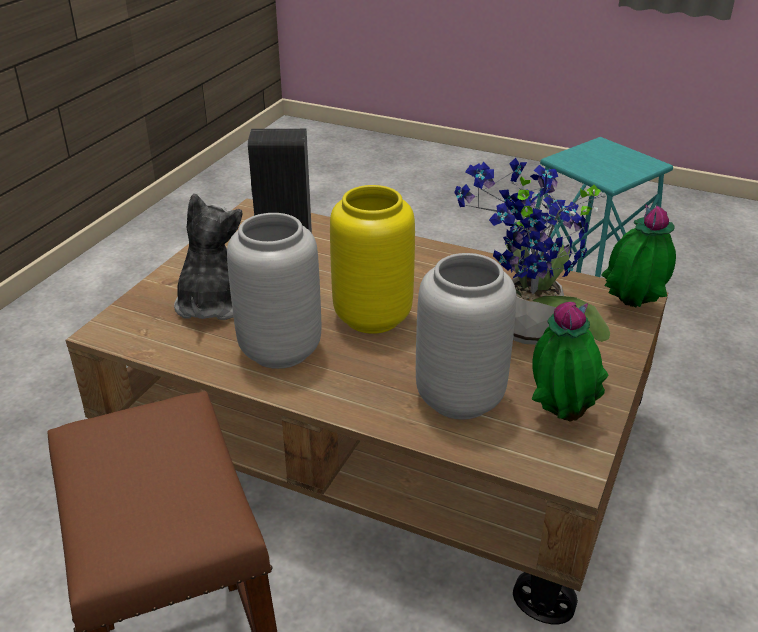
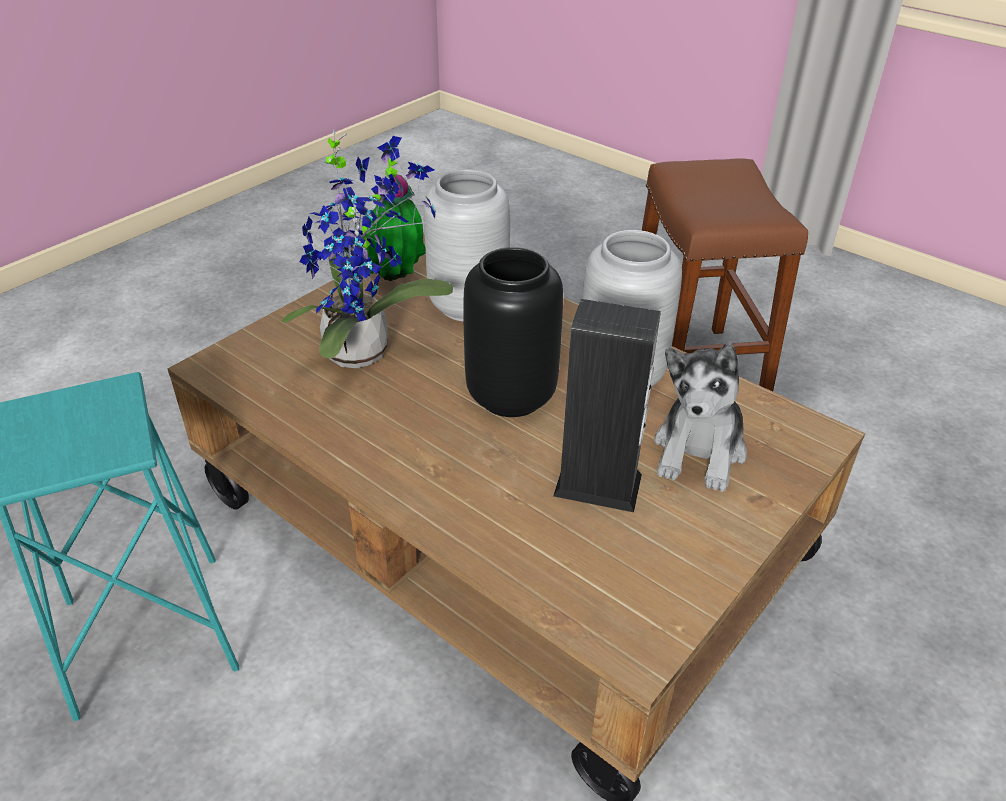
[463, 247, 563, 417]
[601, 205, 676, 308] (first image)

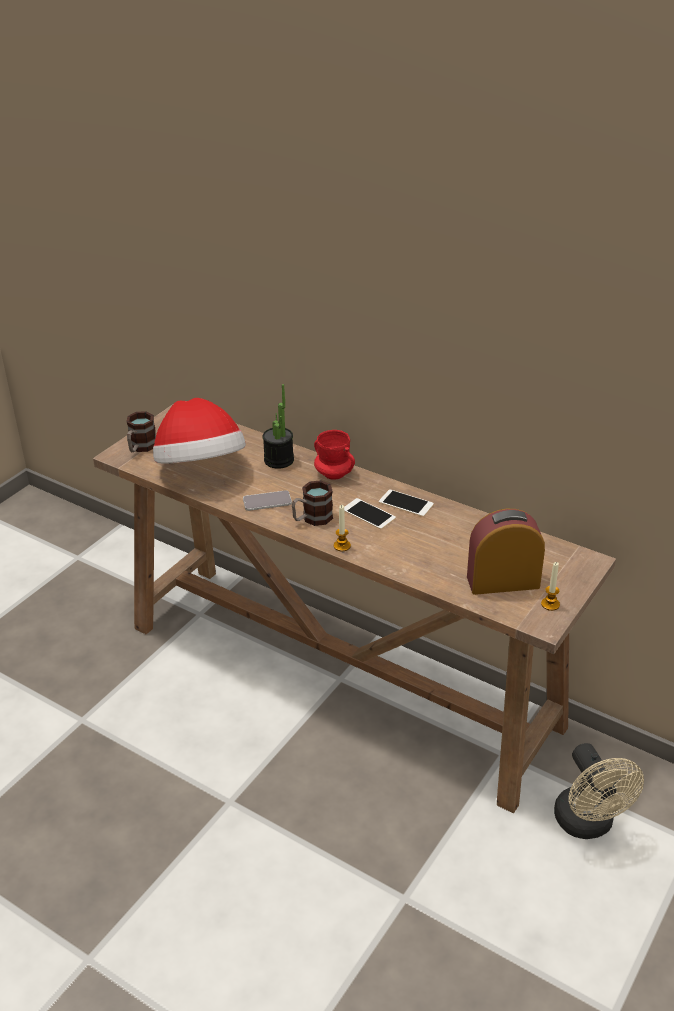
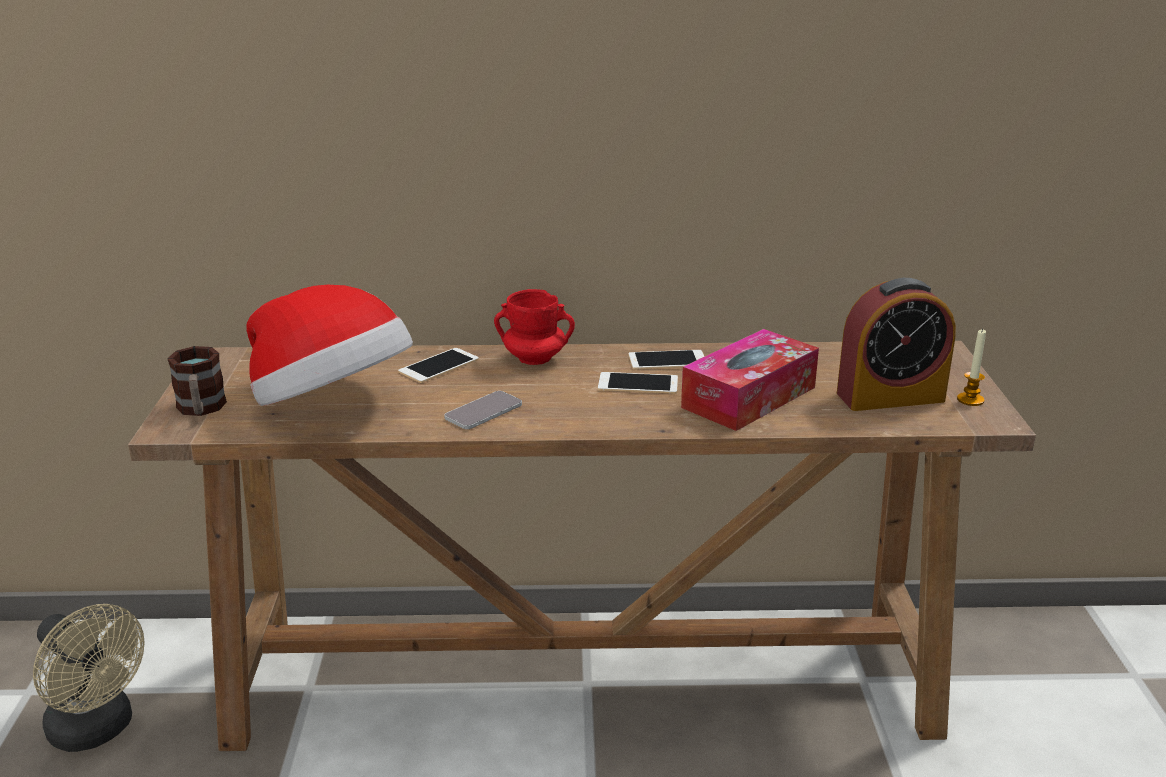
[398, 348, 479, 383]
[292, 480, 333, 526] (first image)
[334, 505, 351, 551] (first image)
[837, 278, 956, 411]
[33, 604, 144, 752]
[681, 329, 819, 431]

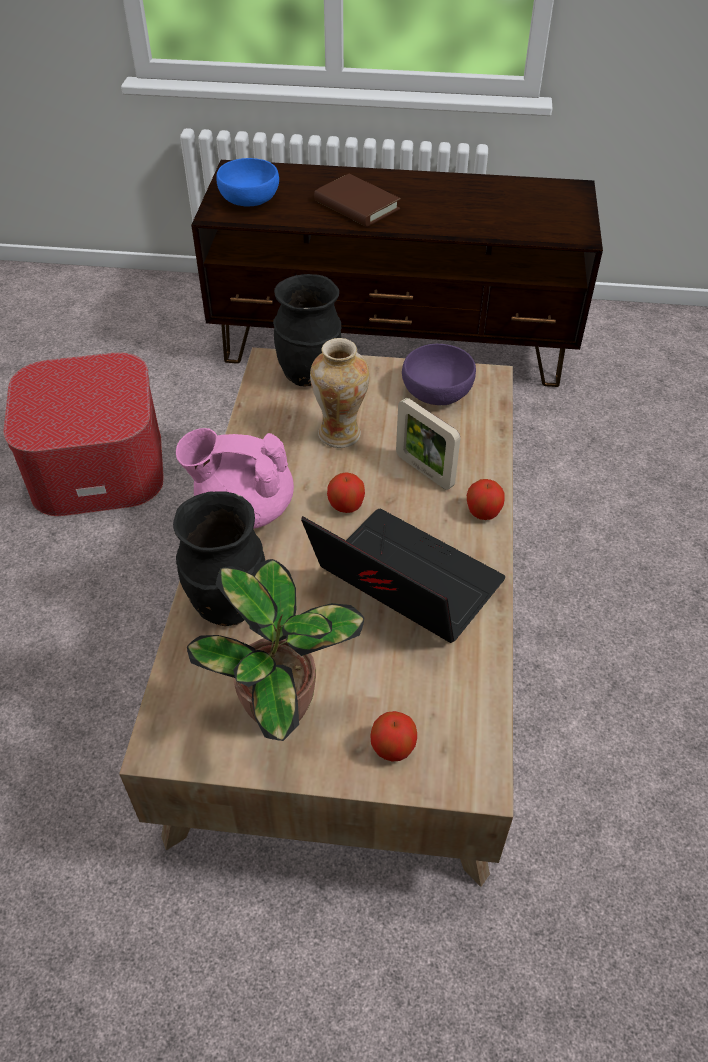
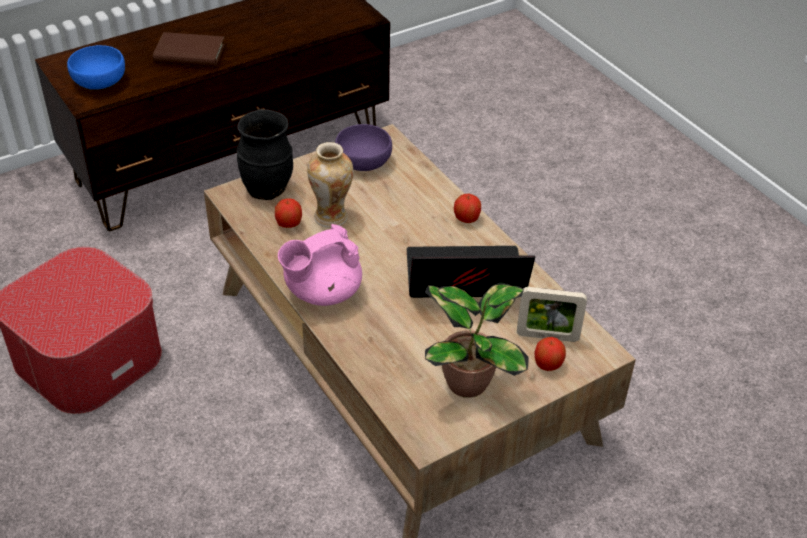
[173, 491, 265, 626] (first image)
[275, 198, 302, 228]
[517, 287, 587, 342]

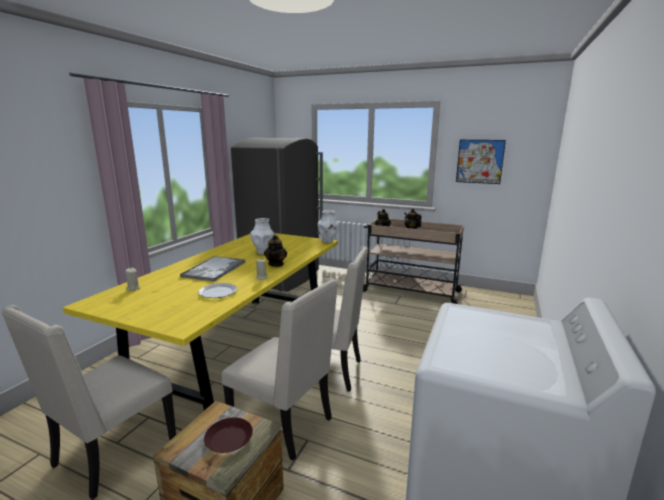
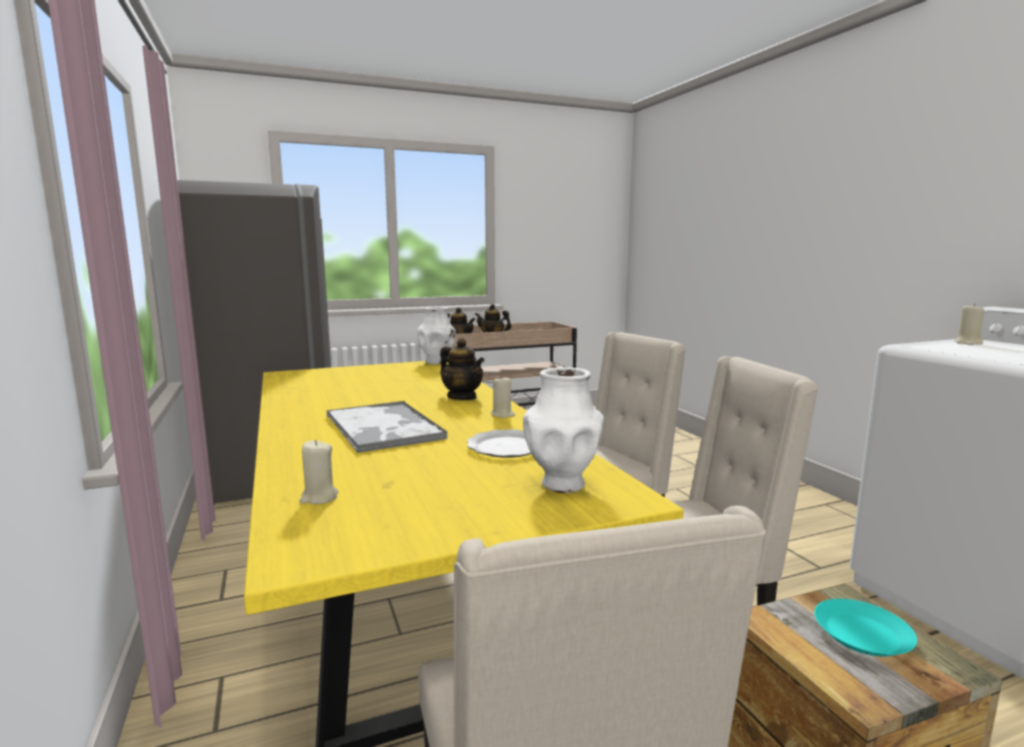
[814, 599, 917, 657]
[523, 367, 604, 493]
[456, 140, 506, 184] (first image)
[954, 304, 984, 345]

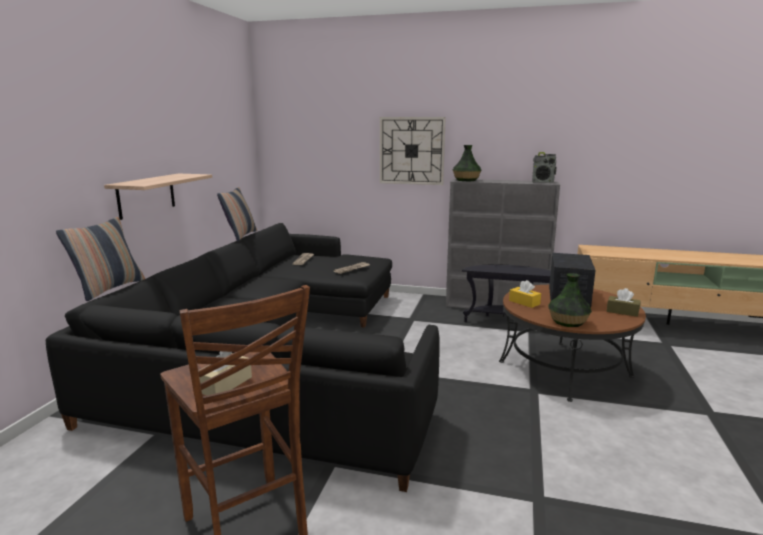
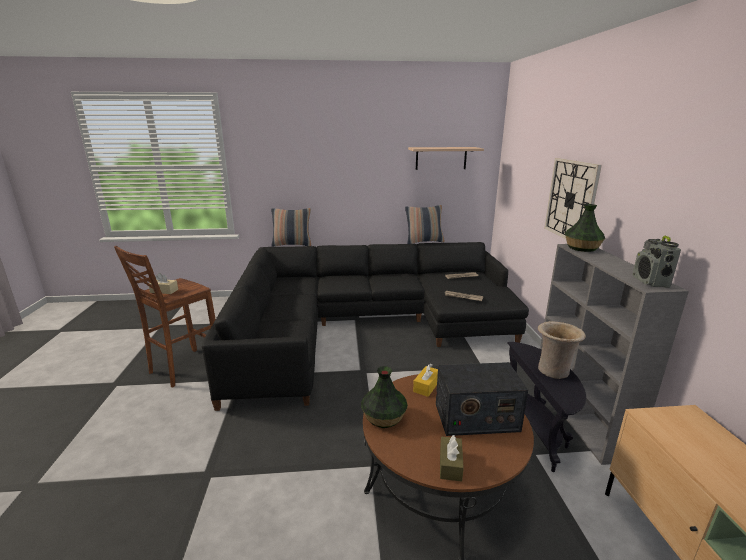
[408, 147, 484, 170]
[538, 321, 586, 379]

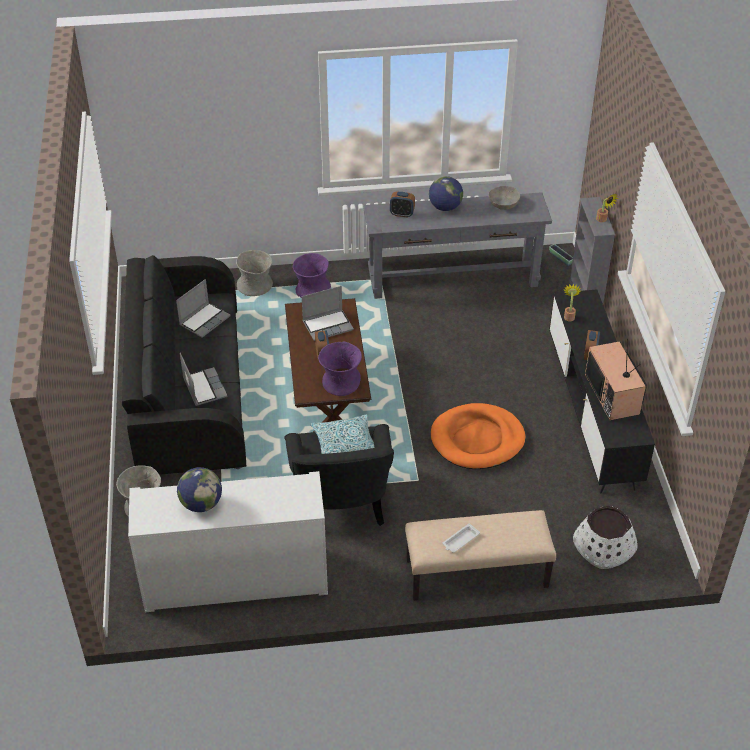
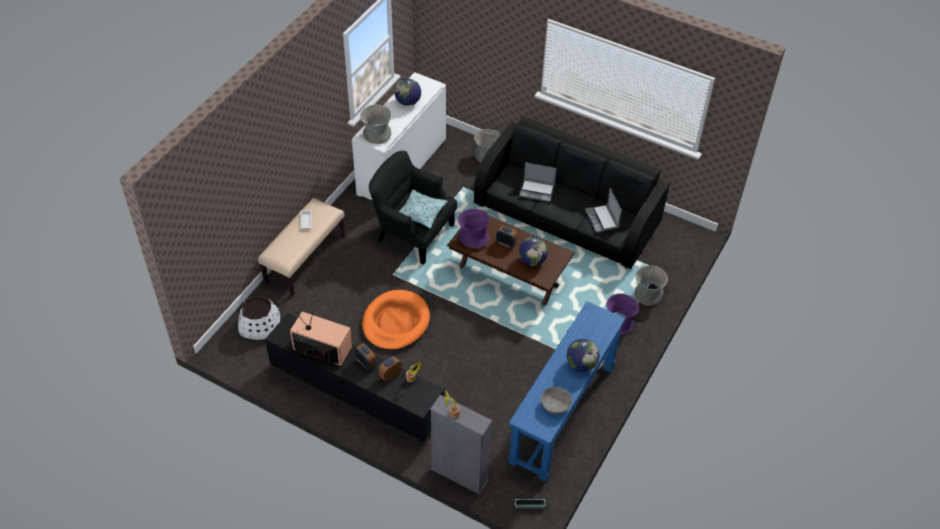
[519, 237, 548, 266]
[508, 301, 626, 482]
[378, 356, 401, 382]
[360, 104, 392, 144]

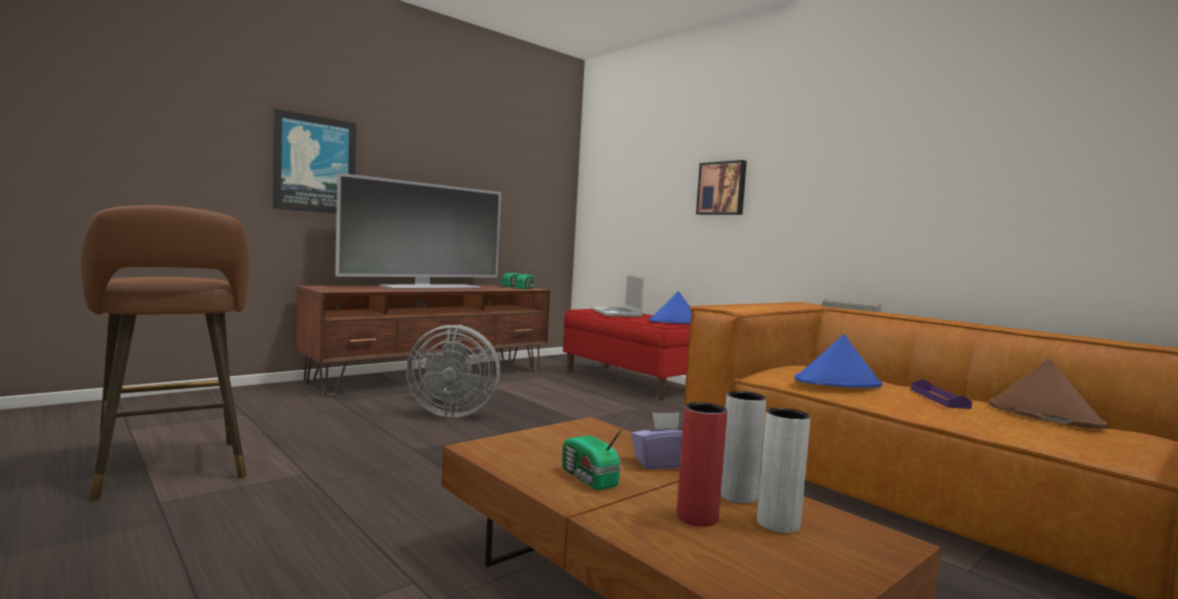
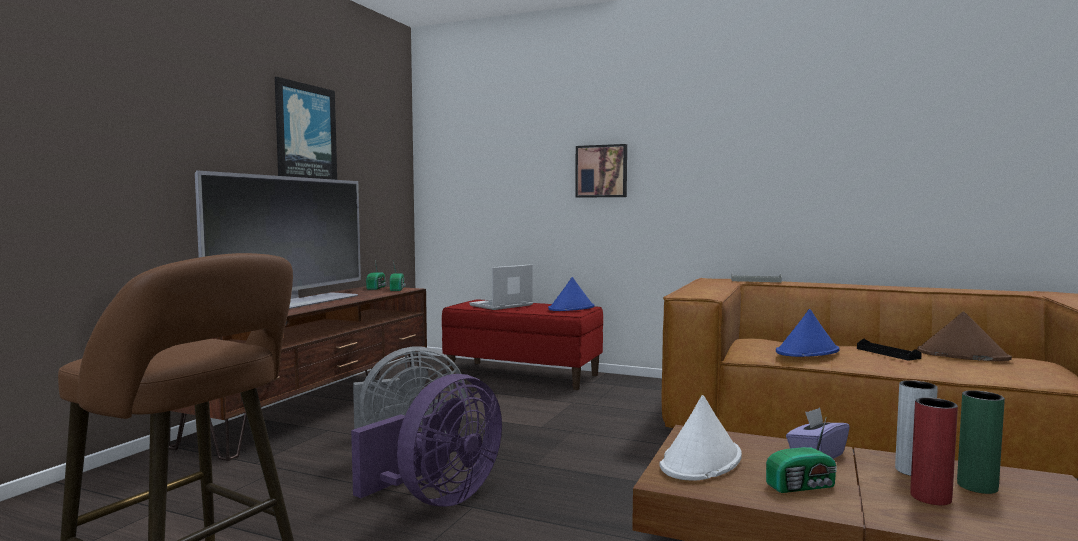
[275, 77, 337, 180]
[766, 418, 837, 493]
[469, 264, 533, 310]
[957, 390, 1005, 494]
[857, 338, 922, 361]
[351, 374, 502, 507]
[659, 395, 742, 481]

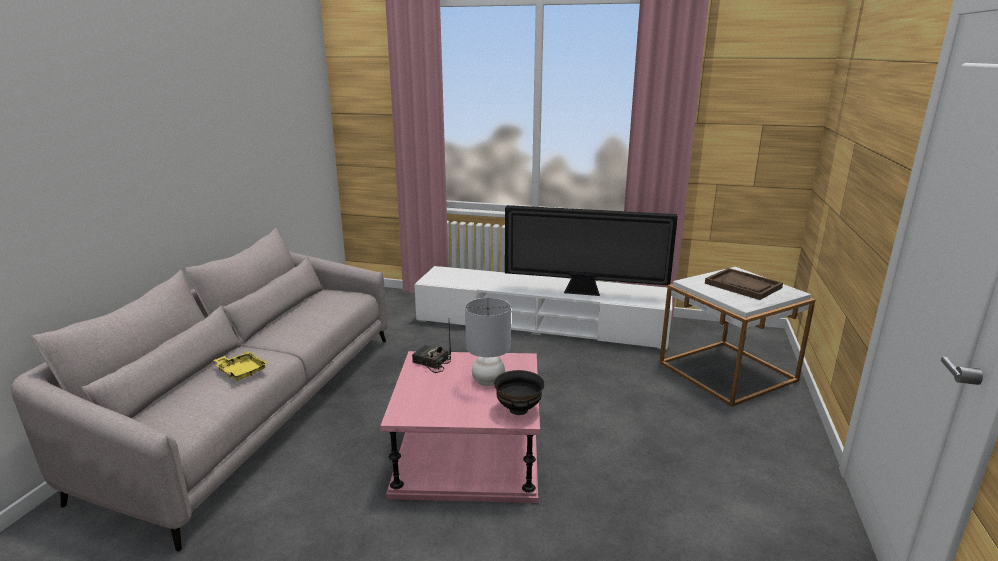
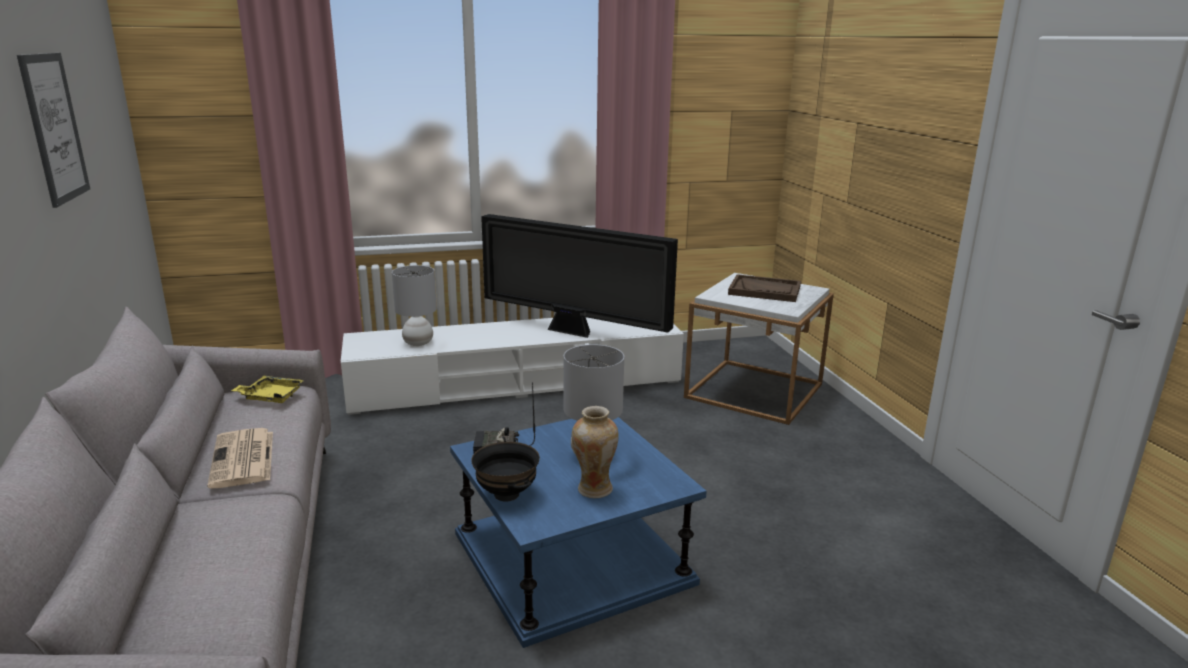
[231, 376, 304, 403]
[450, 417, 707, 648]
[471, 442, 540, 501]
[481, 214, 678, 338]
[17, 53, 90, 208]
[207, 428, 273, 489]
[392, 265, 437, 346]
[572, 406, 619, 498]

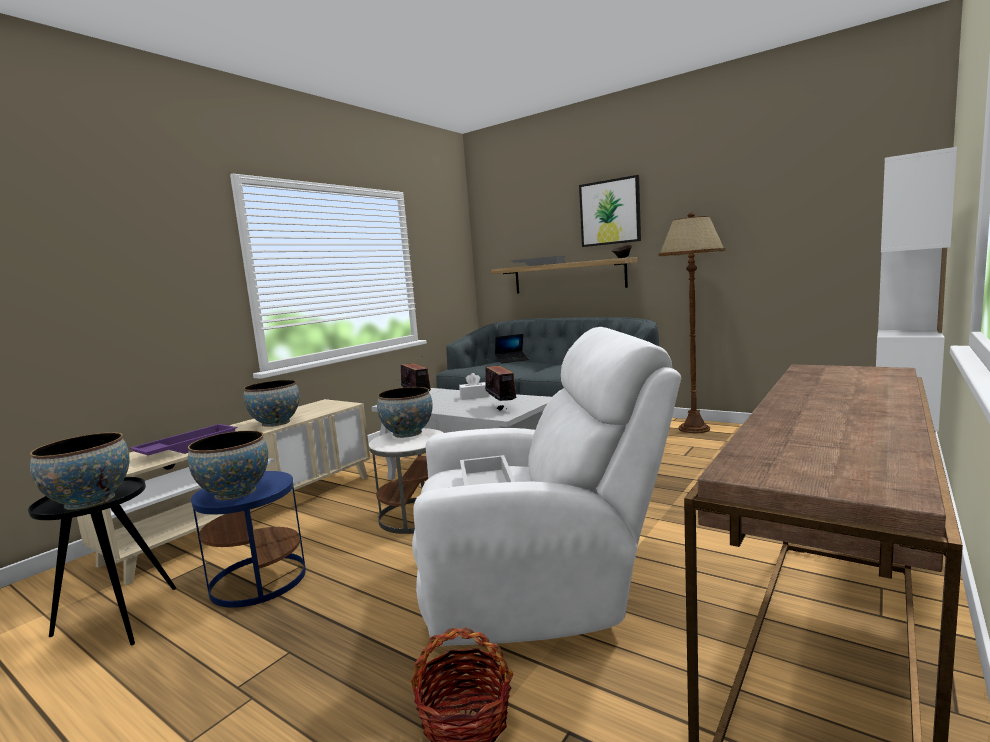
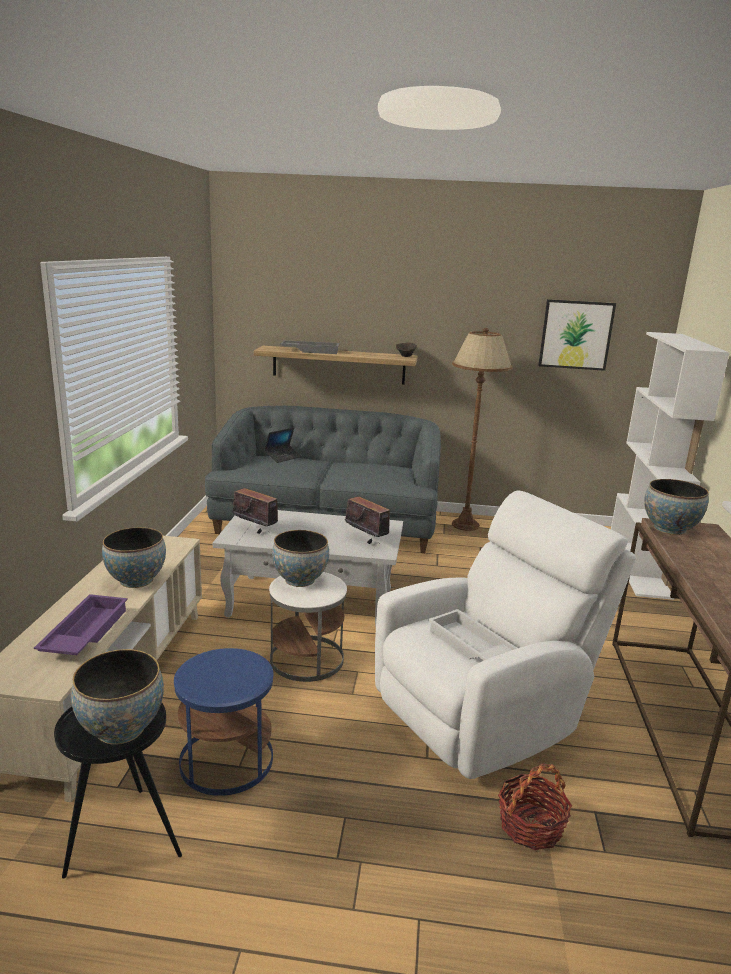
[644, 479, 709, 535]
[459, 373, 489, 400] (first image)
[538, 299, 616, 371]

